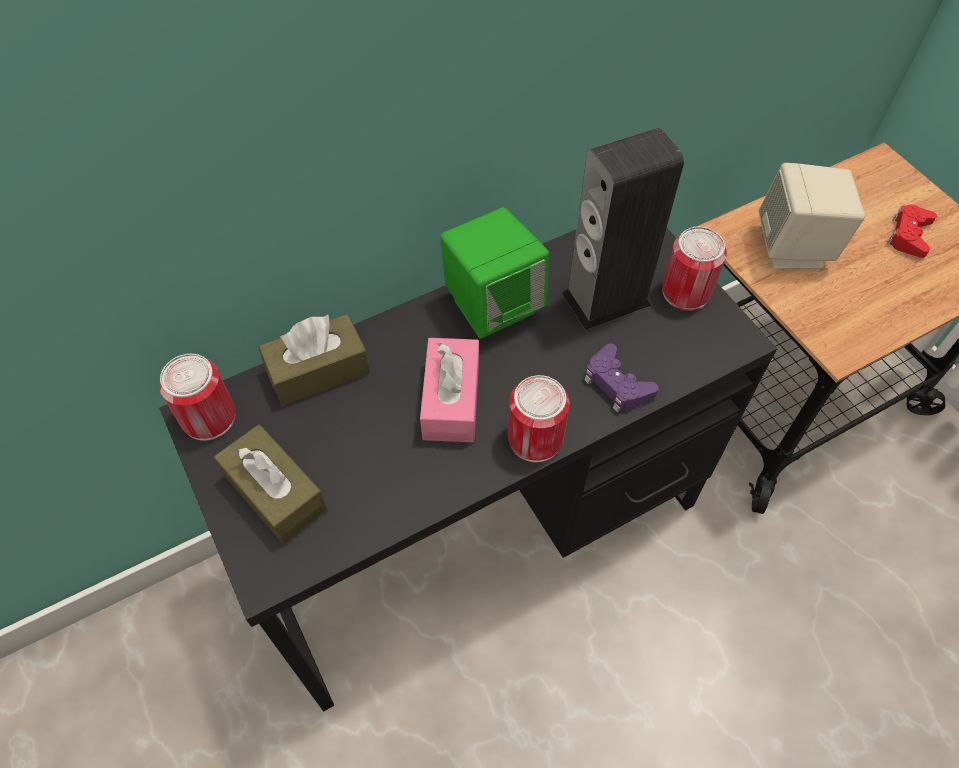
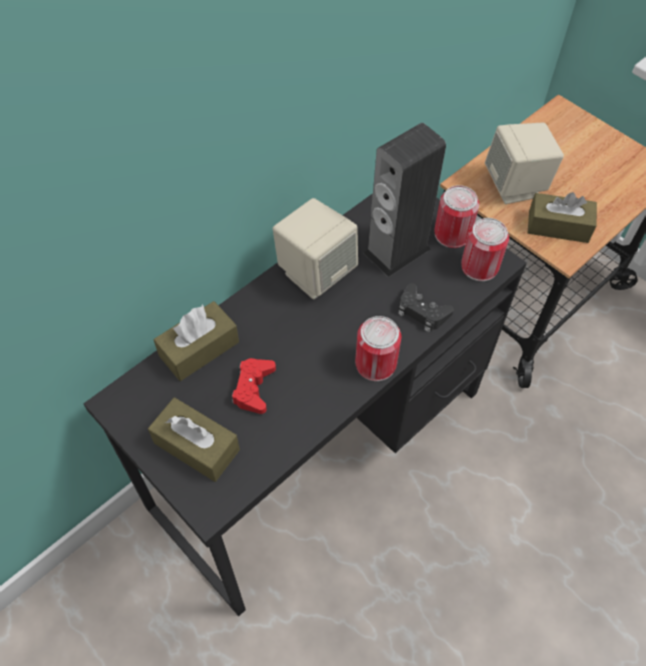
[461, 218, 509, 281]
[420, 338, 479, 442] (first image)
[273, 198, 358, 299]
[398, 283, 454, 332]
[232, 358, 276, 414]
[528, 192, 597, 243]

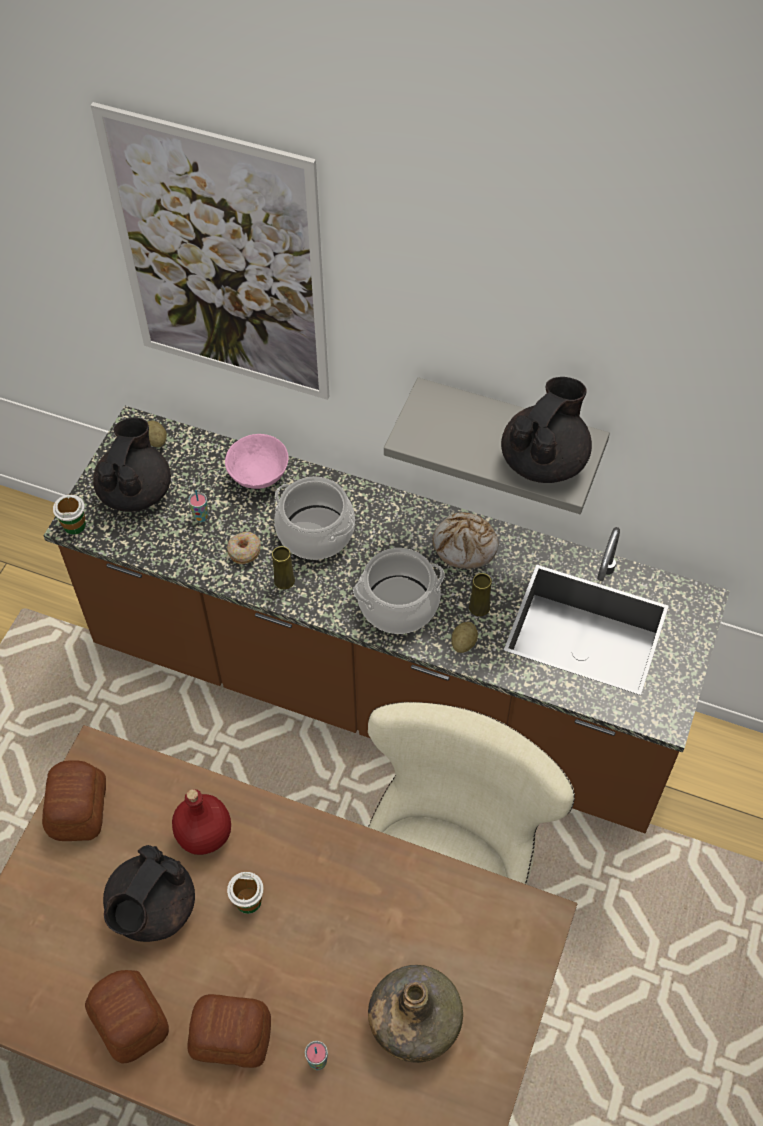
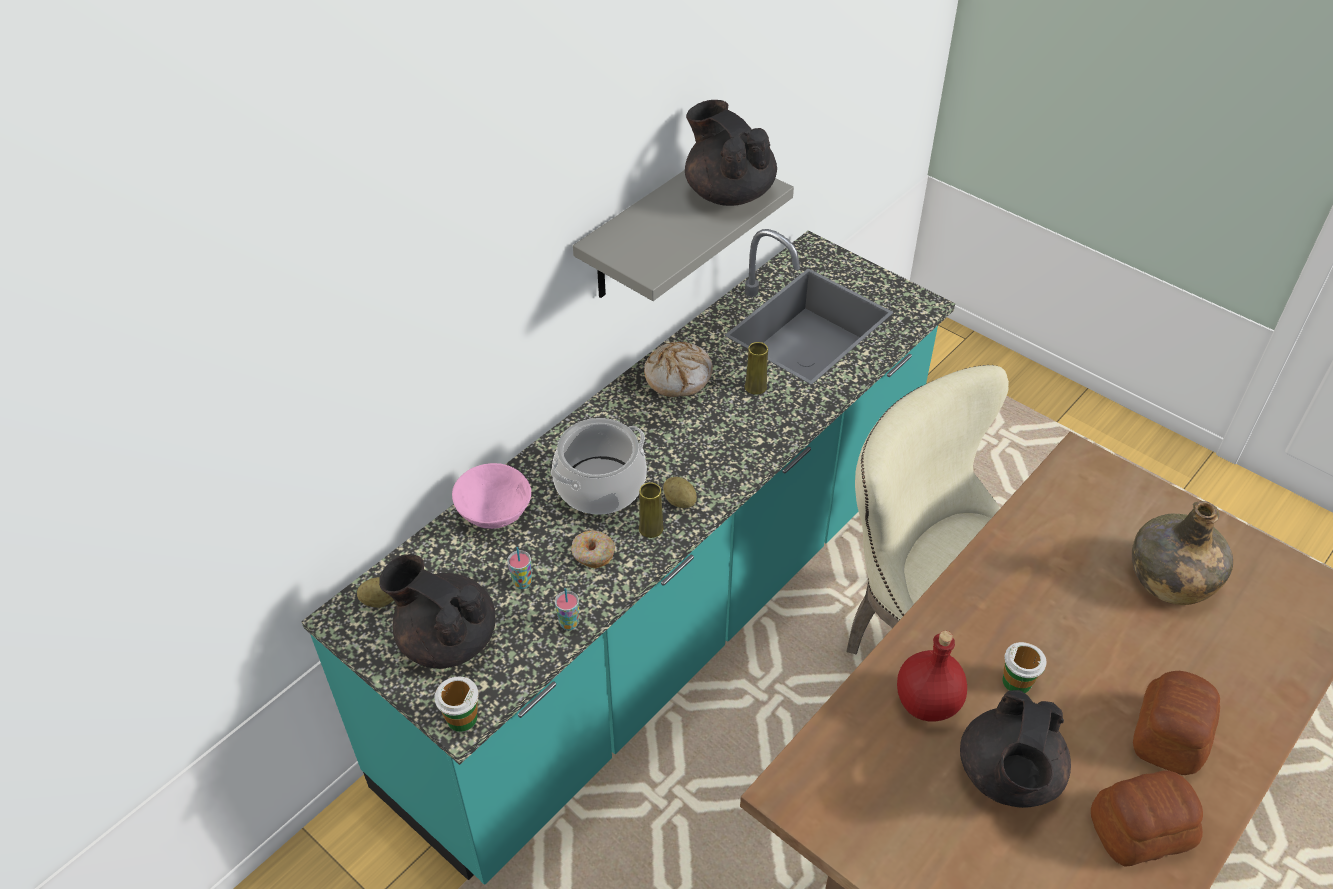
[42, 760, 106, 841] (first image)
[301, 229, 955, 885]
[91, 102, 330, 400] (first image)
[960, 690, 1071, 808]
[555, 588, 579, 630]
[353, 548, 445, 634] (first image)
[663, 477, 697, 508]

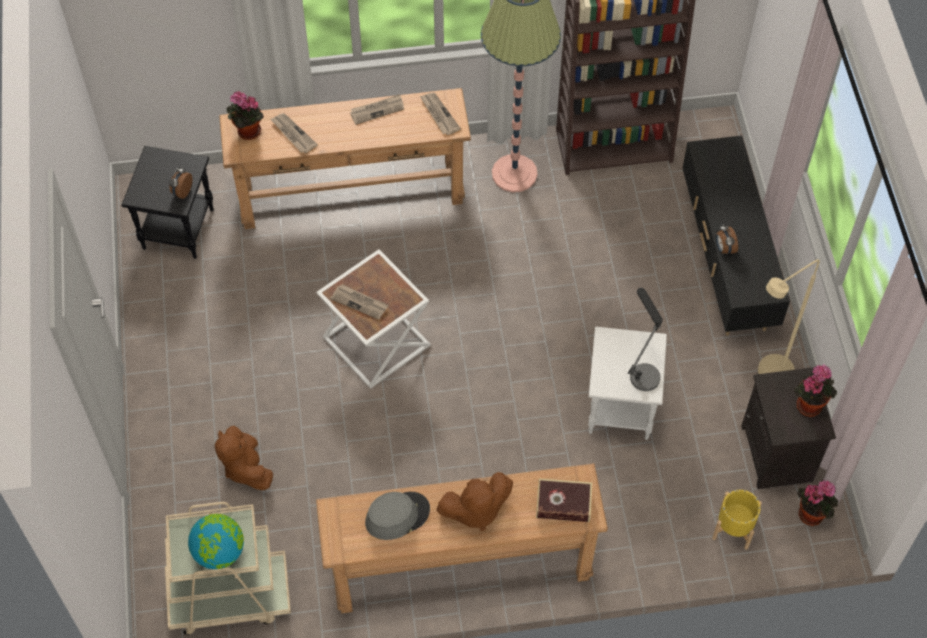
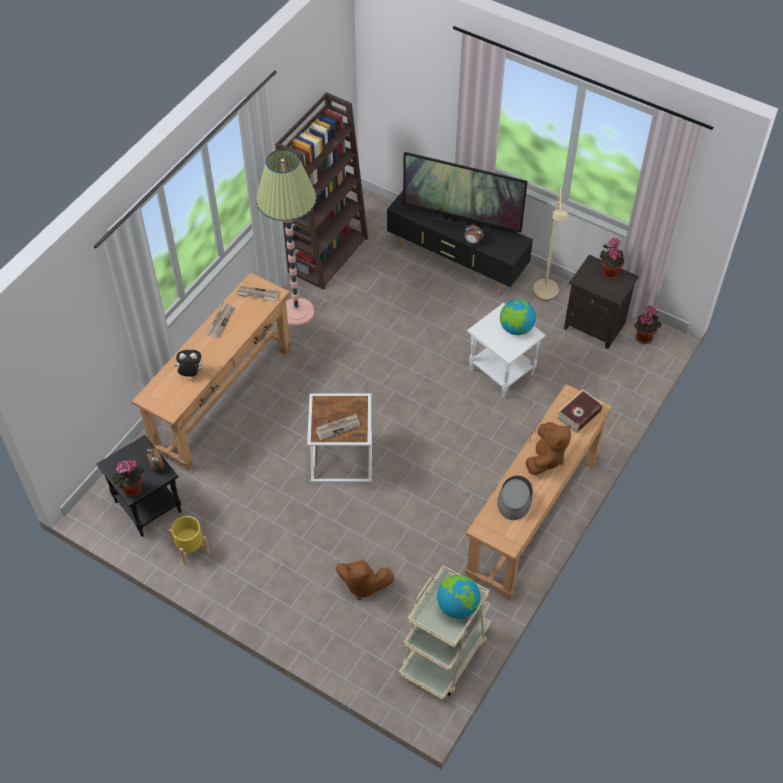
[112, 459, 144, 497]
[174, 350, 202, 377]
[500, 299, 536, 335]
[169, 516, 209, 565]
[403, 152, 528, 234]

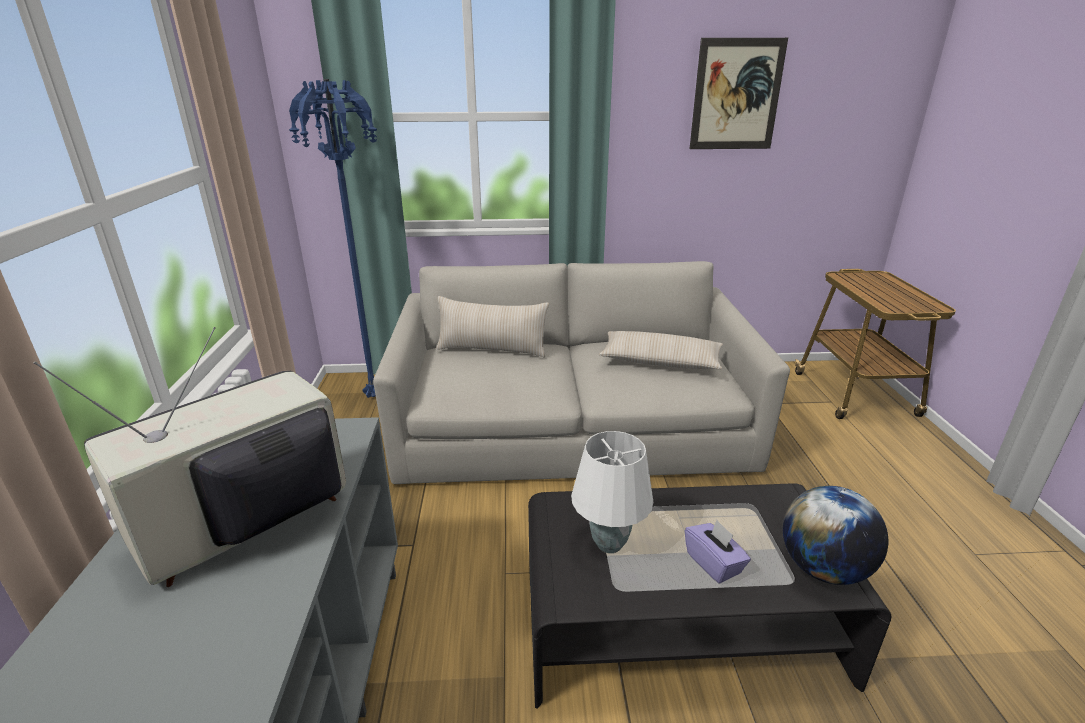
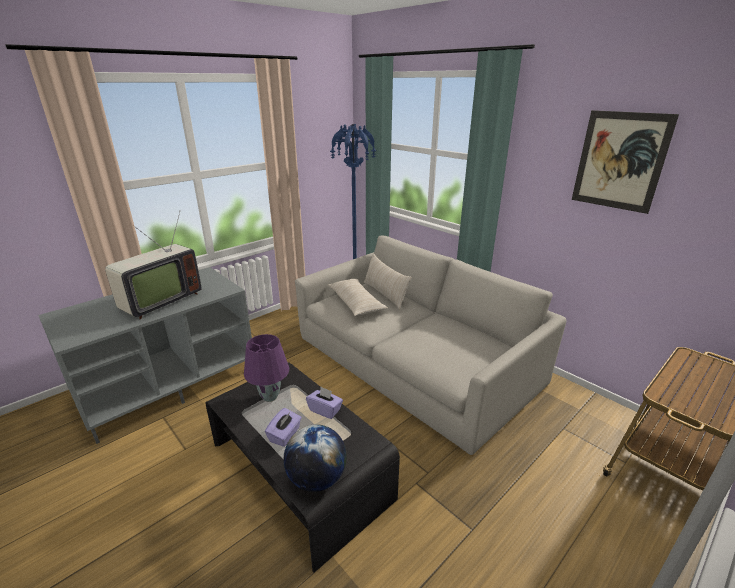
[105, 210, 202, 319]
[244, 334, 289, 402]
[328, 279, 388, 316]
[306, 387, 343, 419]

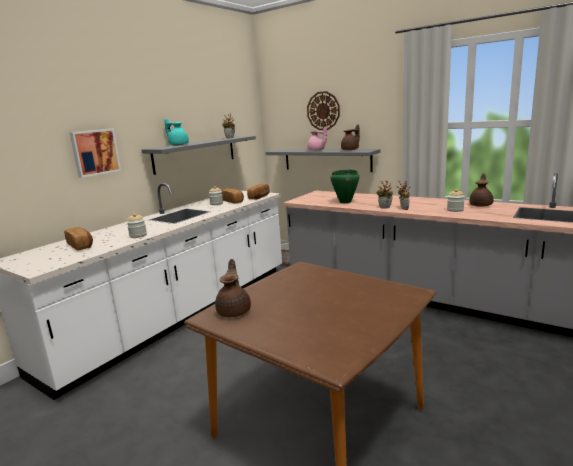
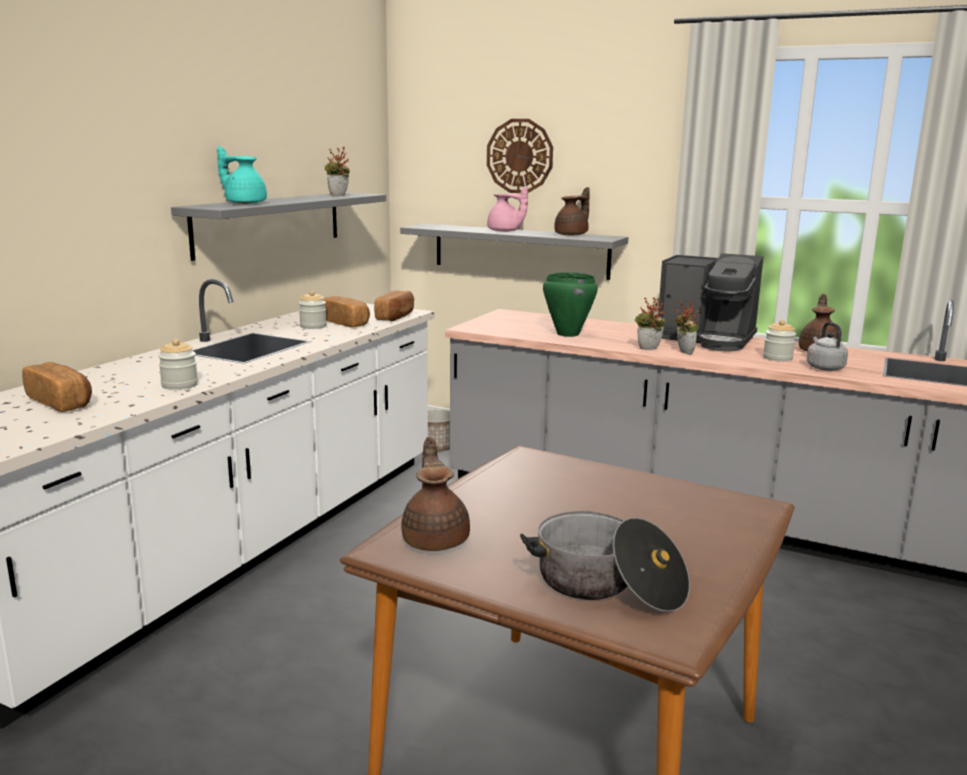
[69, 129, 121, 178] (first image)
[520, 511, 690, 612]
[658, 253, 763, 351]
[807, 322, 848, 371]

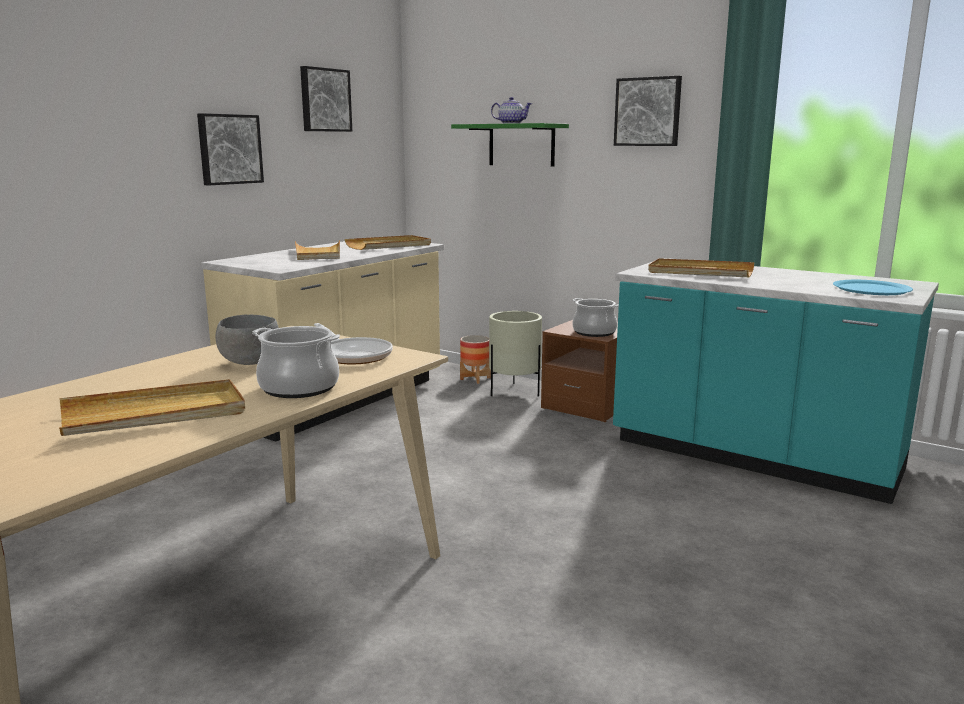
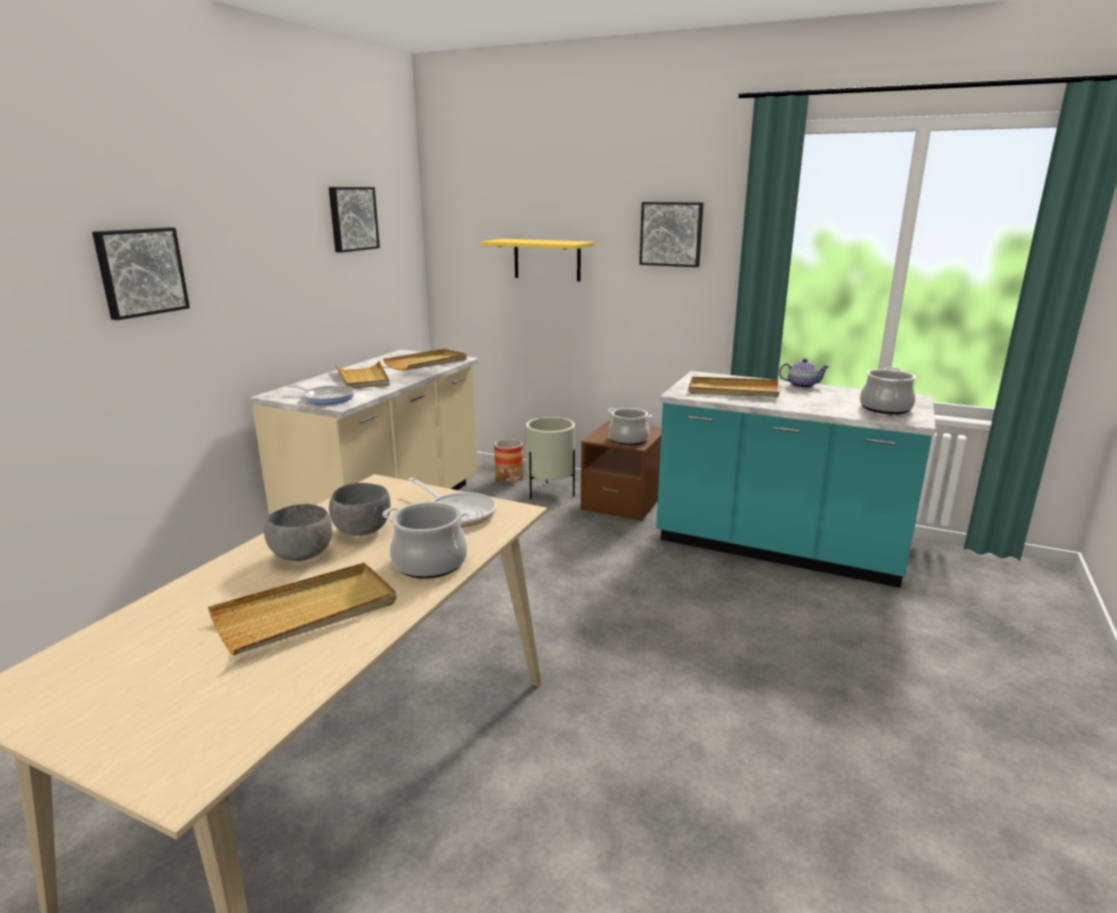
[92, 228, 190, 320]
[480, 239, 594, 281]
[779, 358, 829, 388]
[860, 367, 916, 414]
[264, 504, 332, 561]
[288, 385, 355, 405]

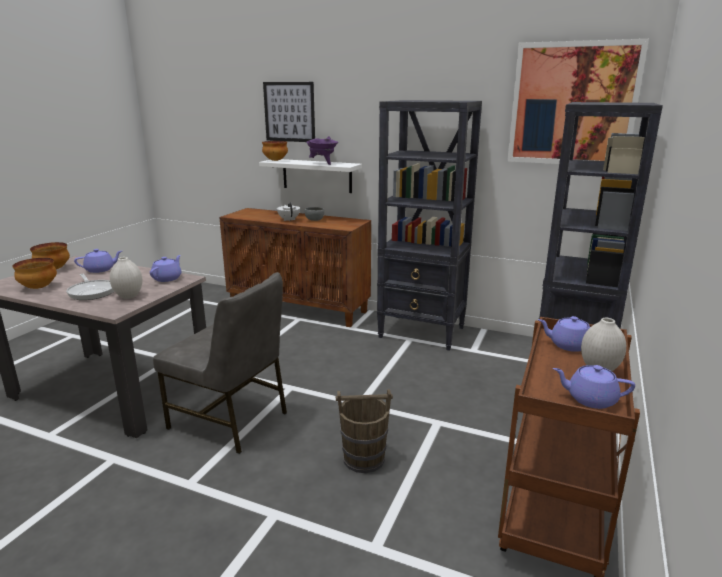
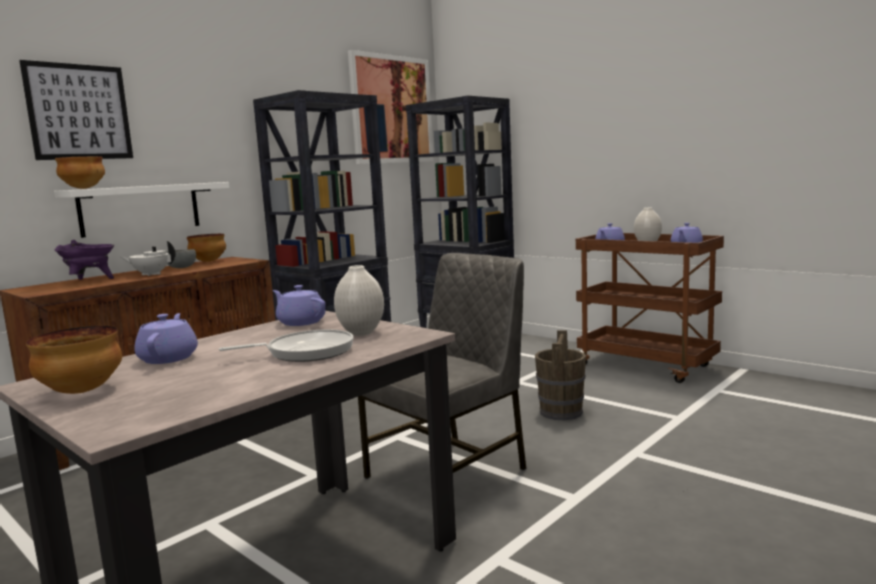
[187, 234, 226, 262]
[55, 240, 114, 280]

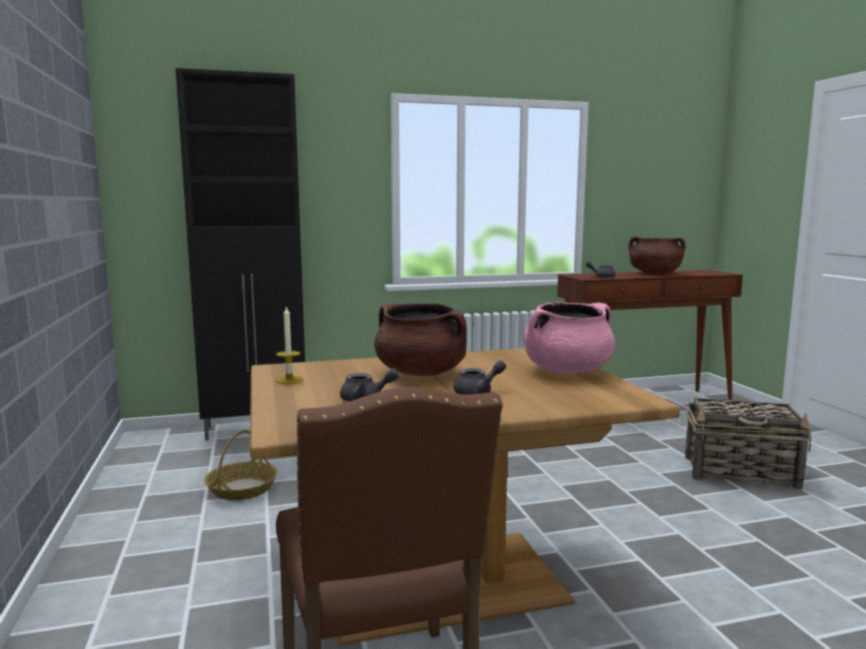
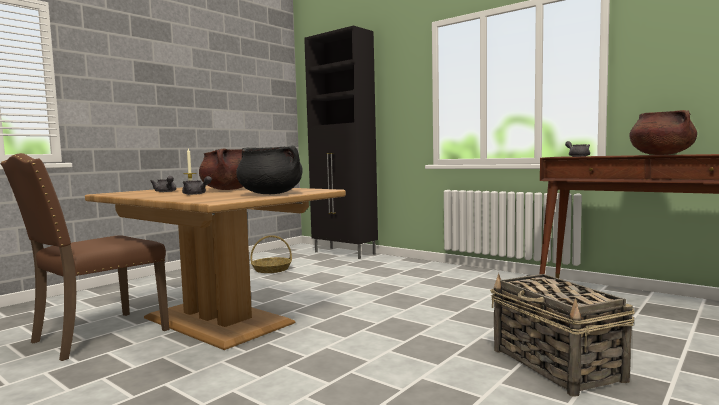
[236, 145, 303, 194]

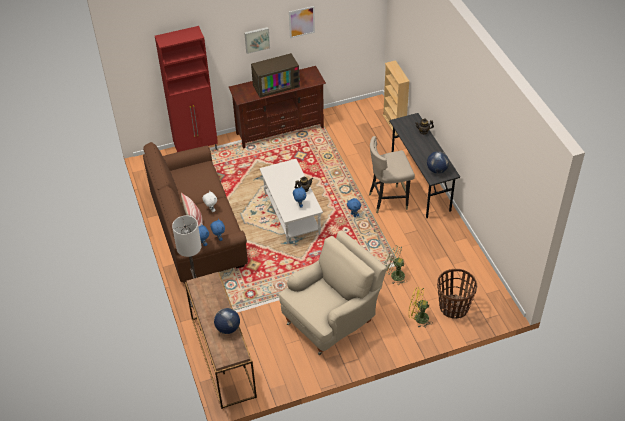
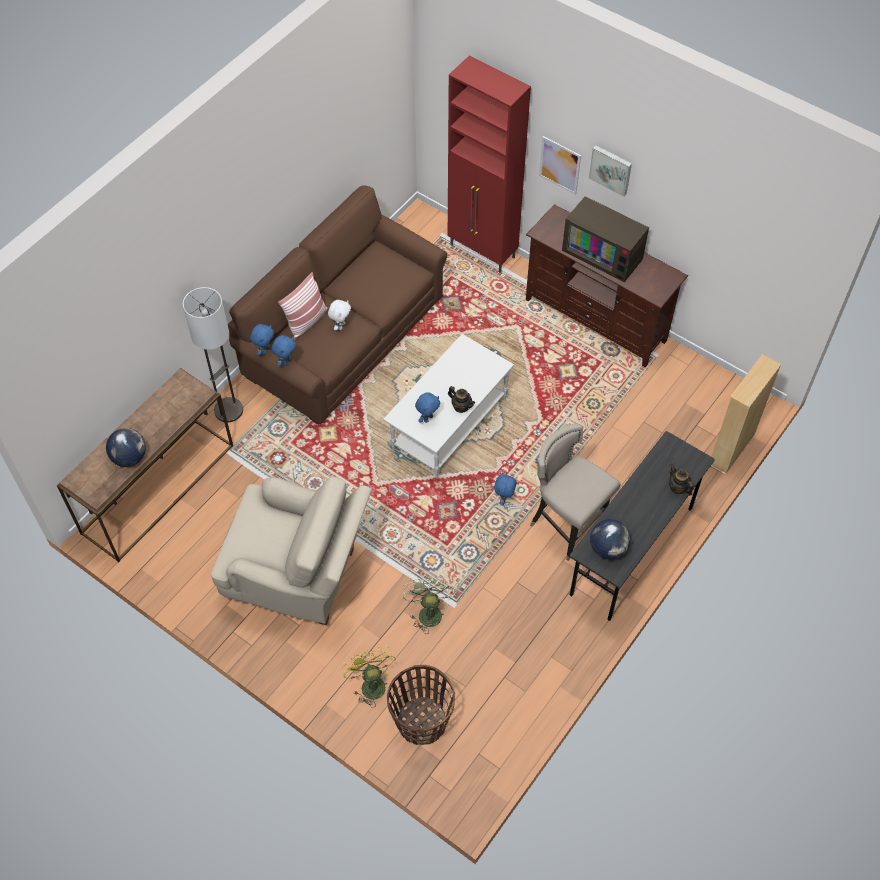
[539, 136, 581, 195]

